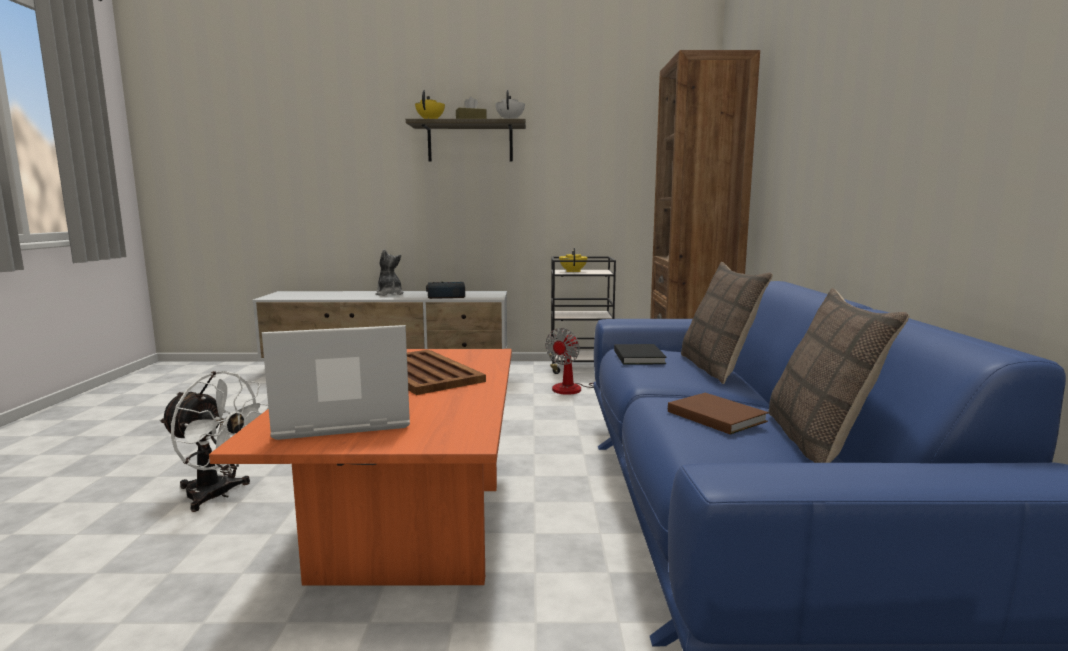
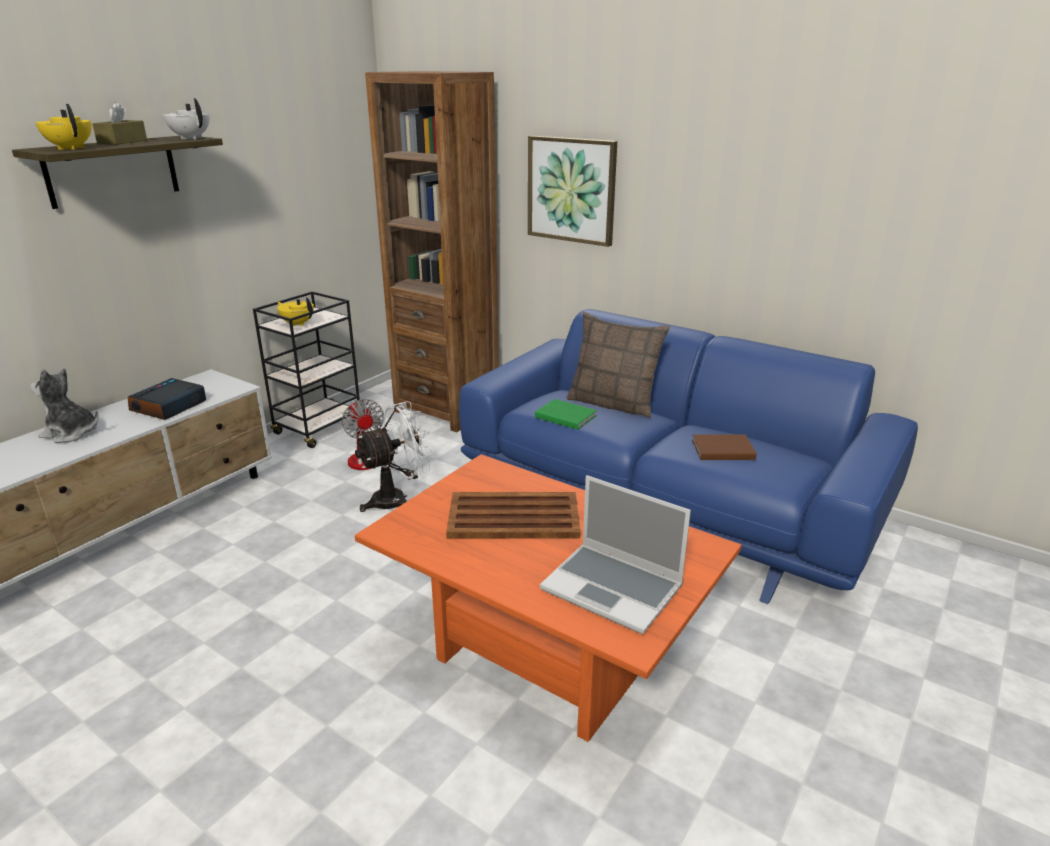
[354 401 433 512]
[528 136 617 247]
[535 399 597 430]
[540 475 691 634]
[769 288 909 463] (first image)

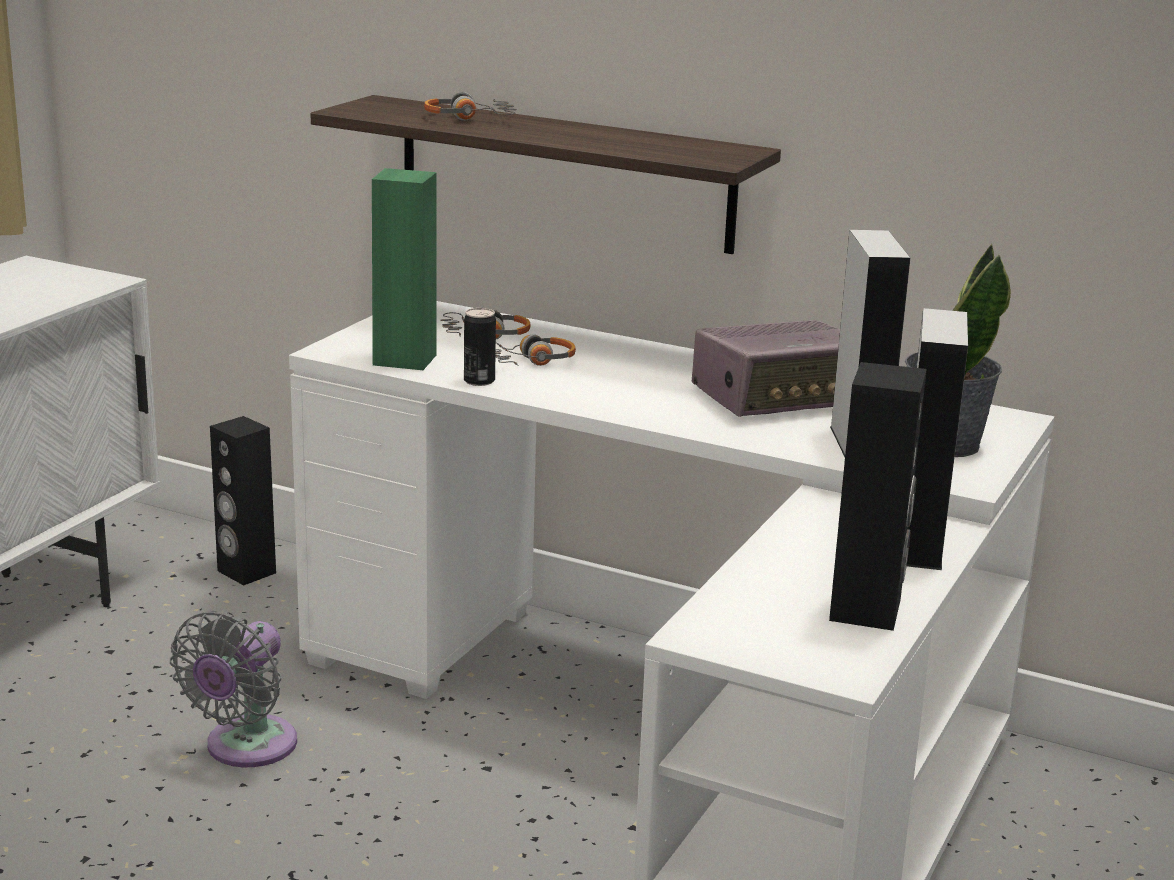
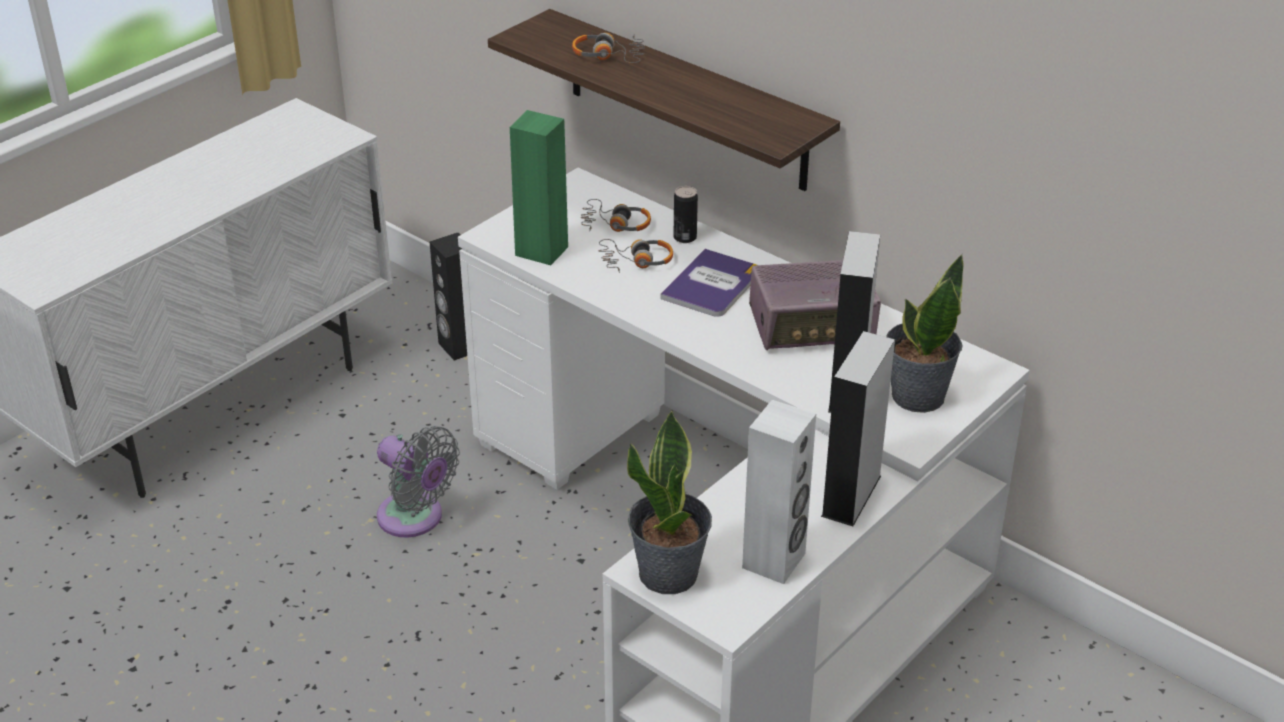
[377 426 460 537]
[627 411 712 594]
[660 249 757 317]
[674 186 698 243]
[742 400 816 584]

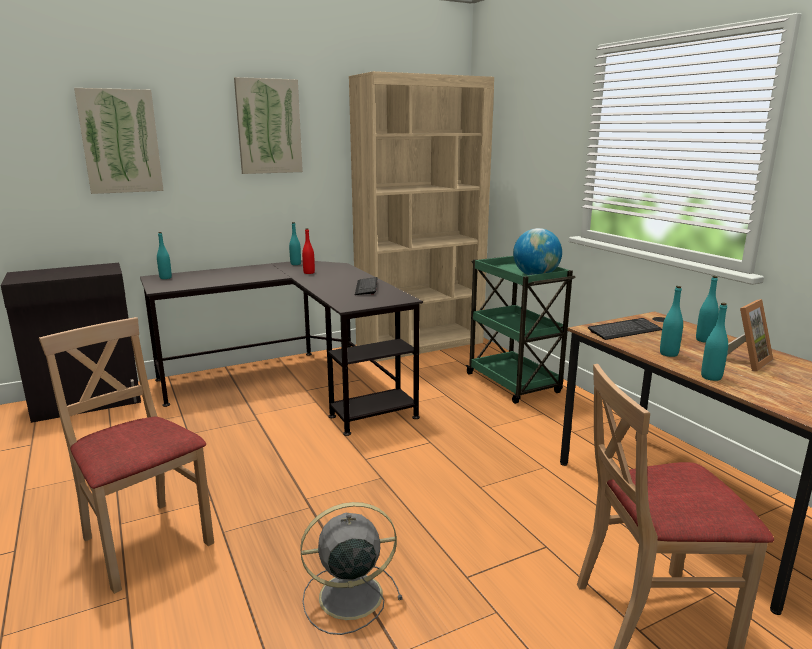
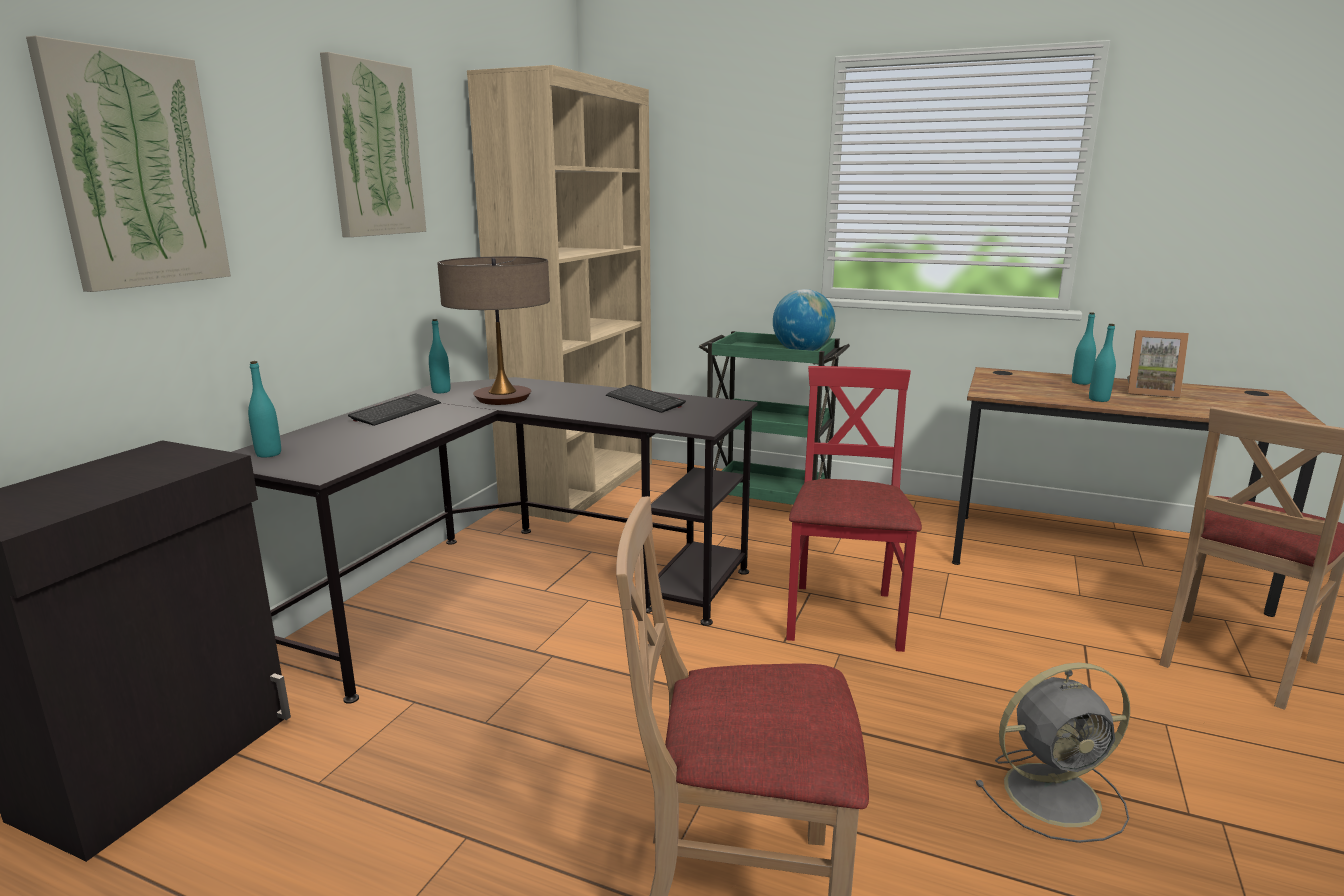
[348 394 441 426]
[437 256 550 405]
[786 366 922 652]
[975 663 1130 843]
[1127 330 1189 398]
[701 303 728 381] (first image)

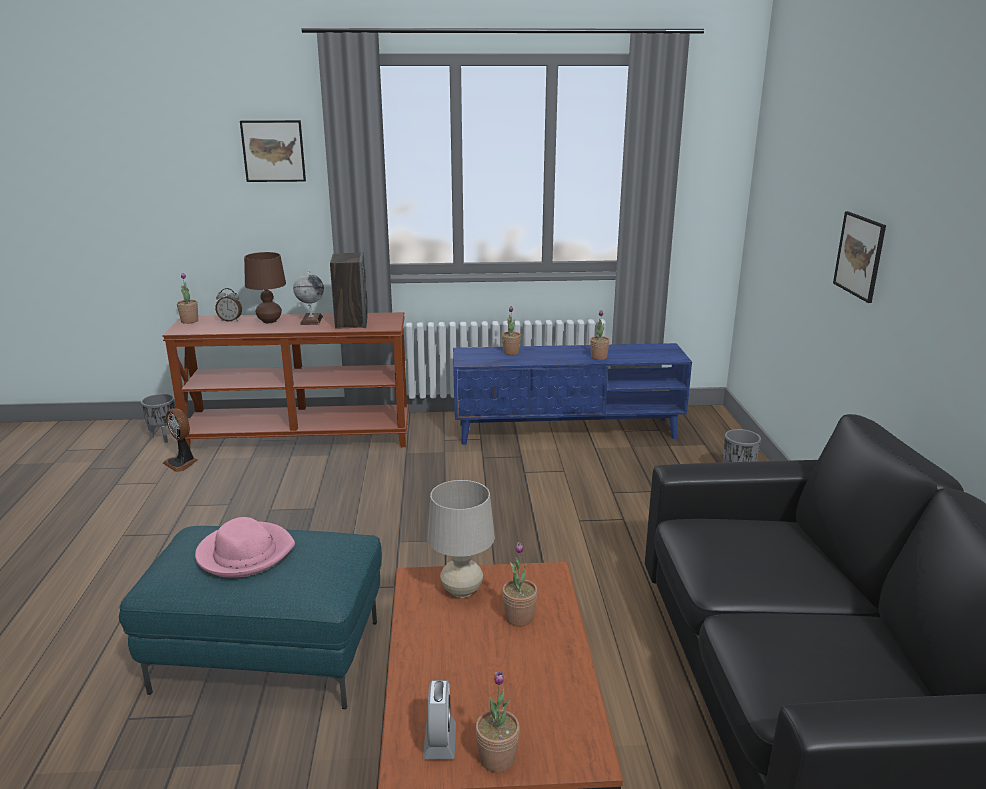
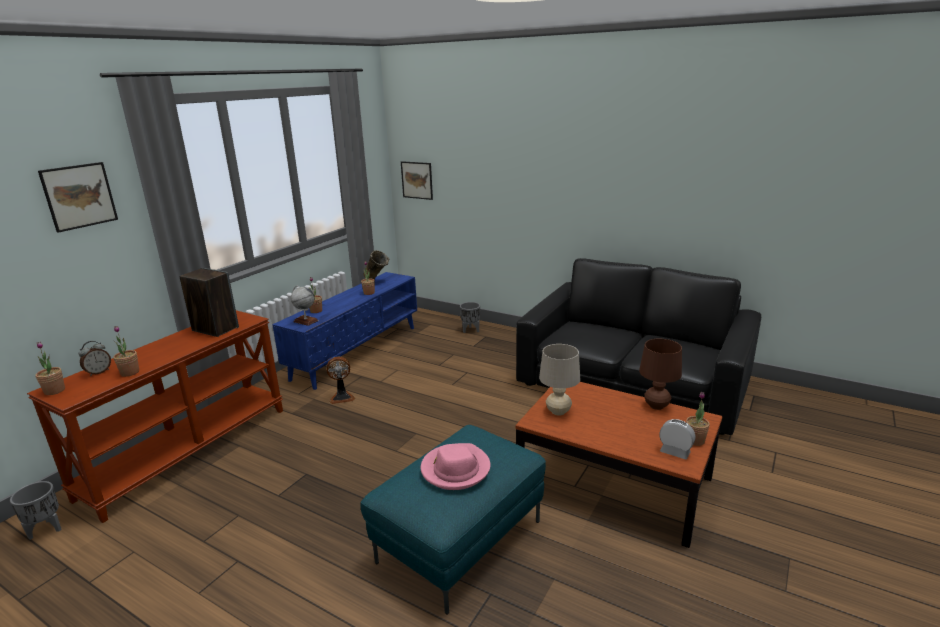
[113 326 139 377]
[291 285 319 326]
[327 357 355 404]
[364 250 390 280]
[401 161 433 200]
[639 339 682 410]

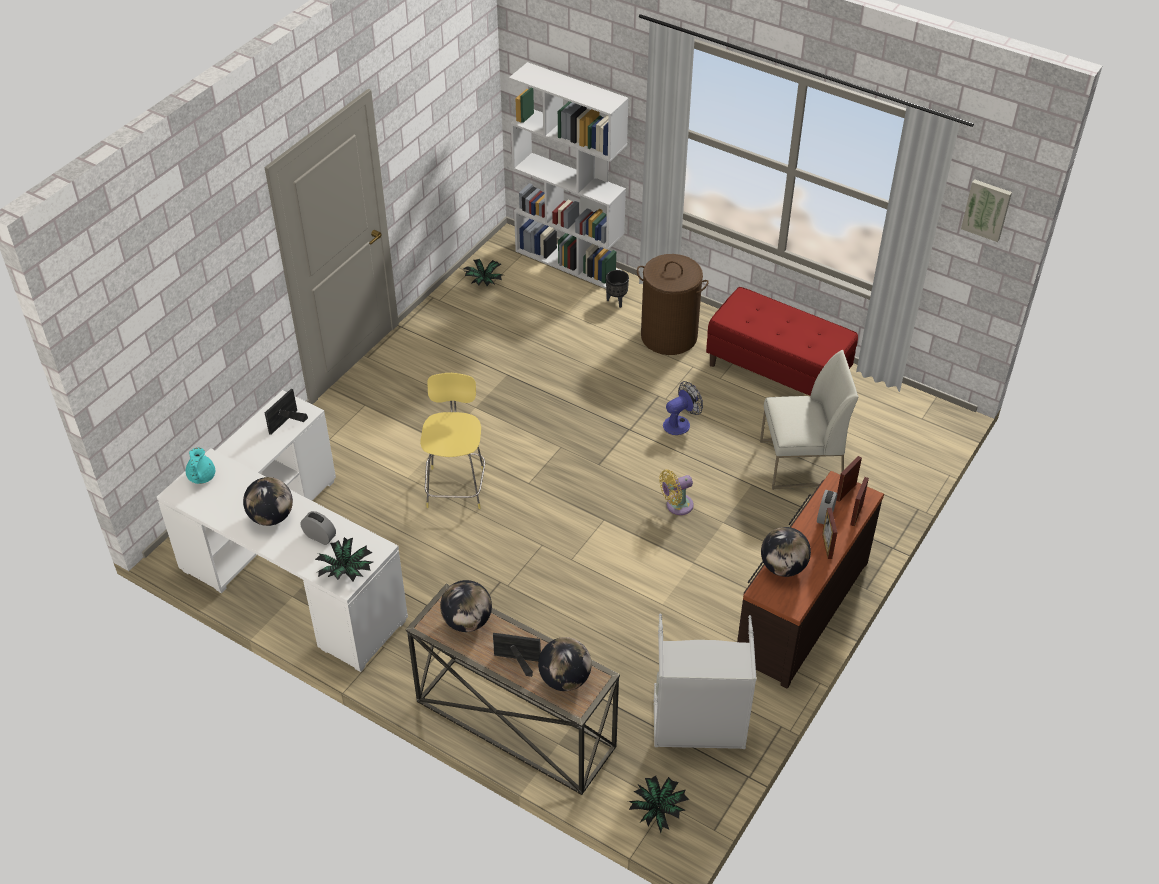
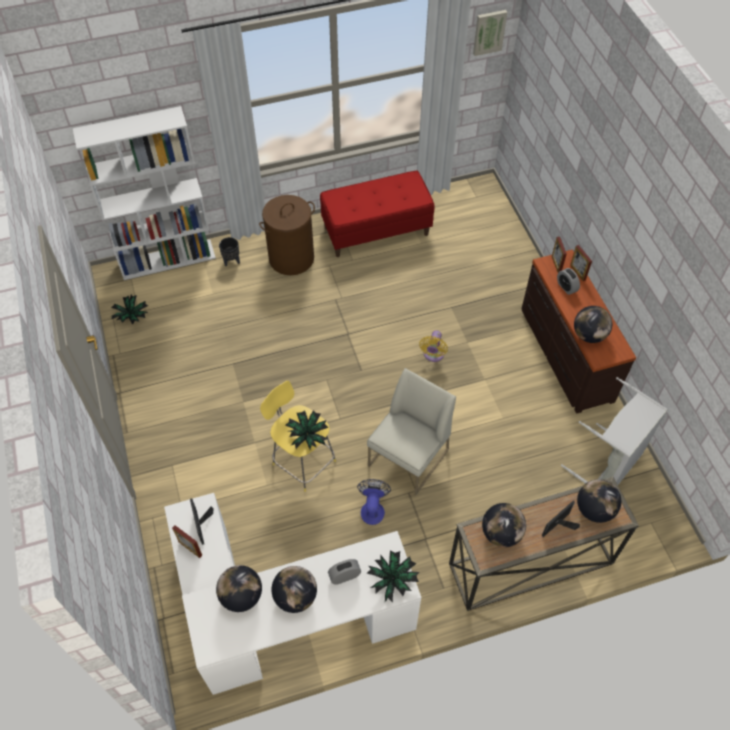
[172 525 202 558]
[216 565 262 612]
[285 411 328 449]
[357 479 391 525]
[367 368 456 495]
[186 447 215 484] (first image)

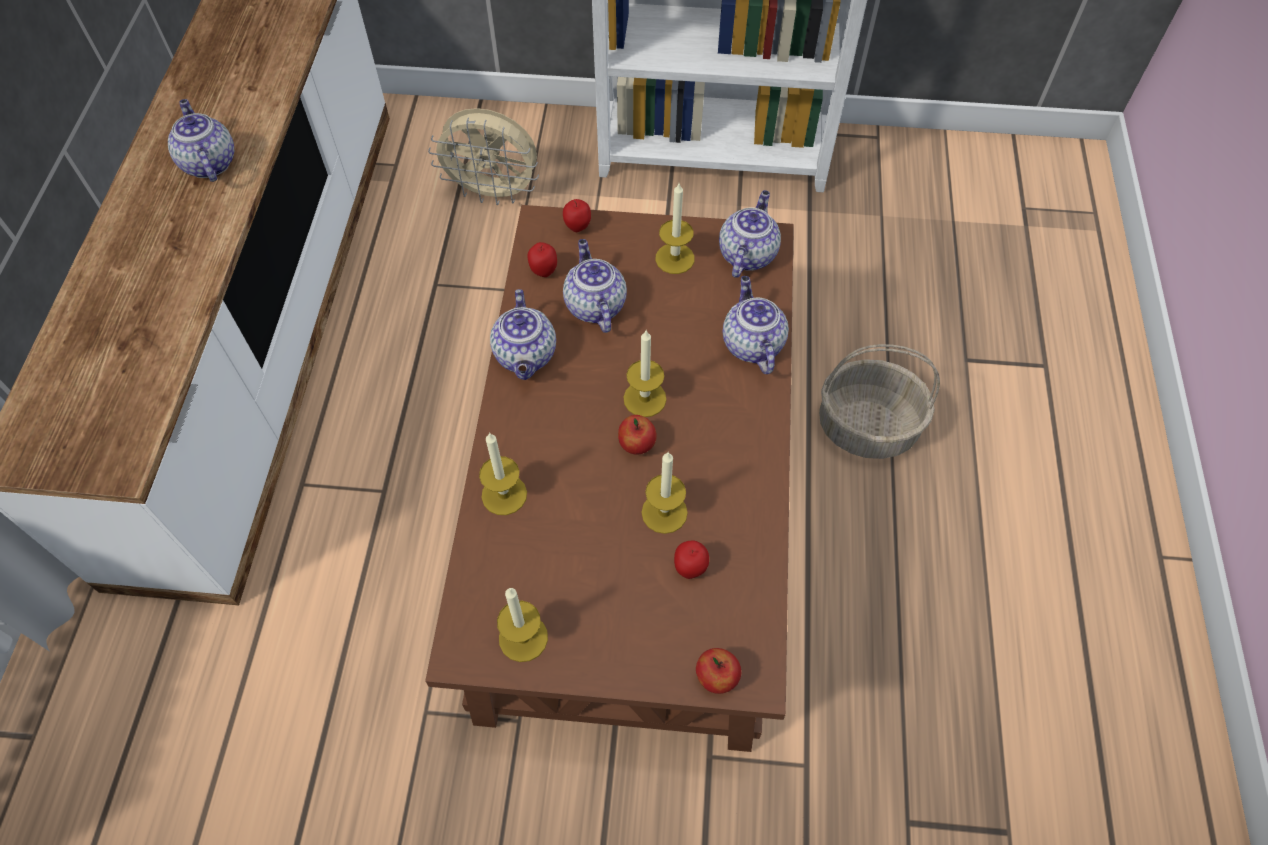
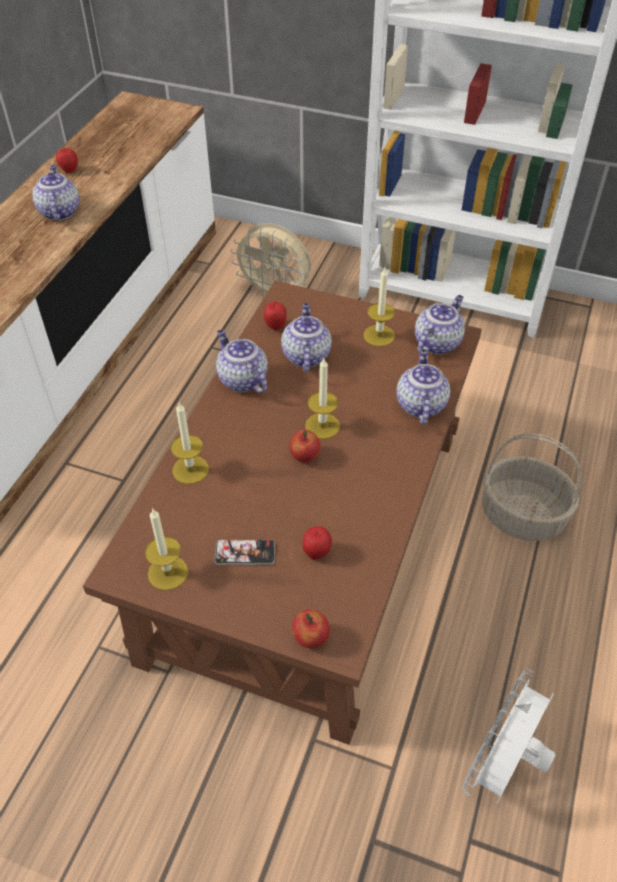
[56 146 78 173]
[215 539 275 565]
[216 330 268 393]
[462 669 555 804]
[641 452 688 534] (first image)

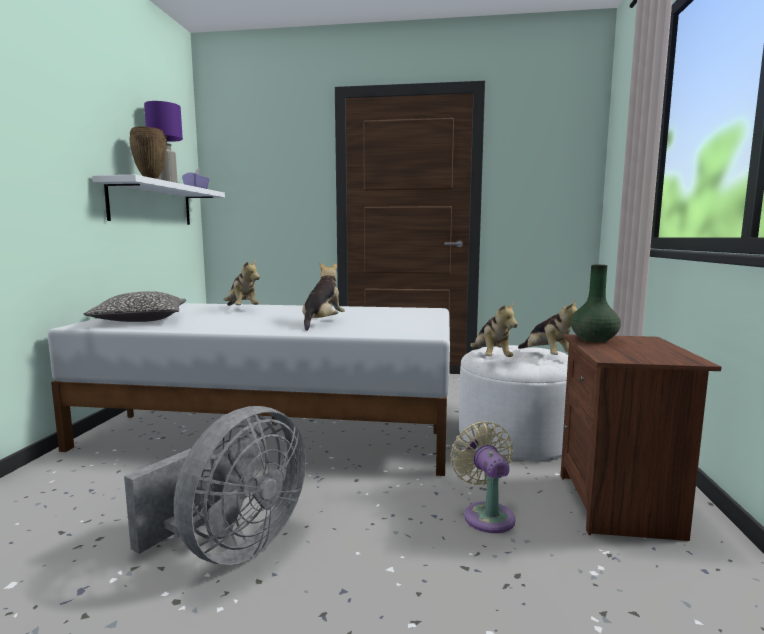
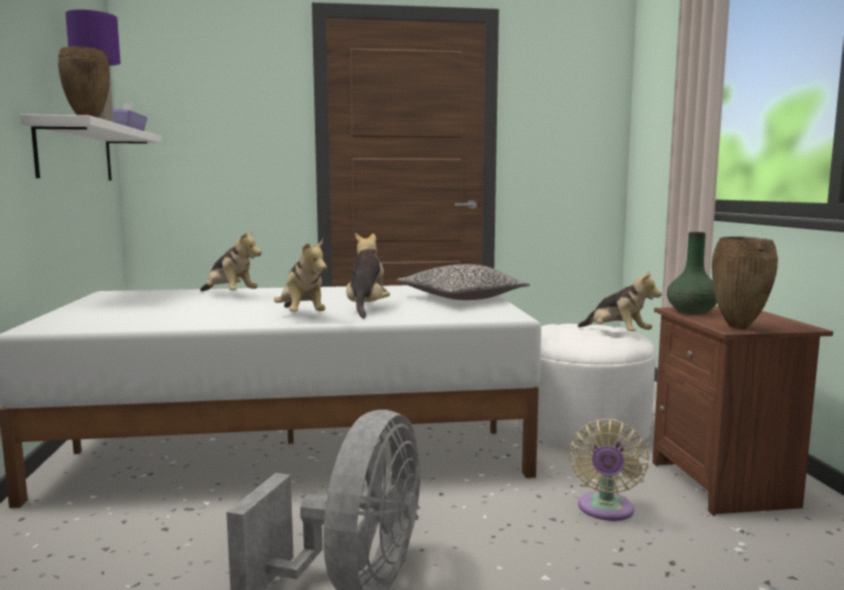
[274 239 327 312]
[397 264 530 300]
[569 419 649 521]
[712 236 778 329]

